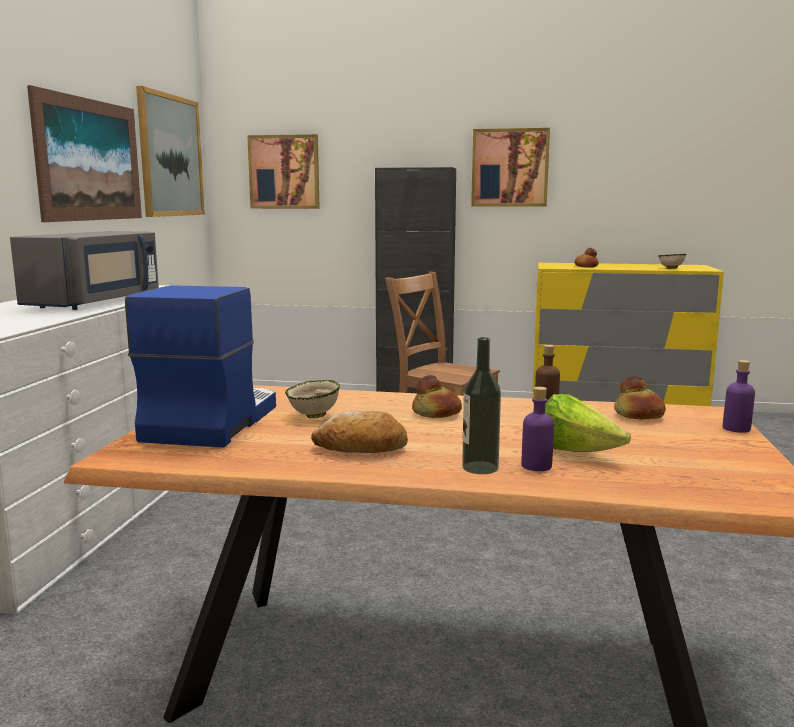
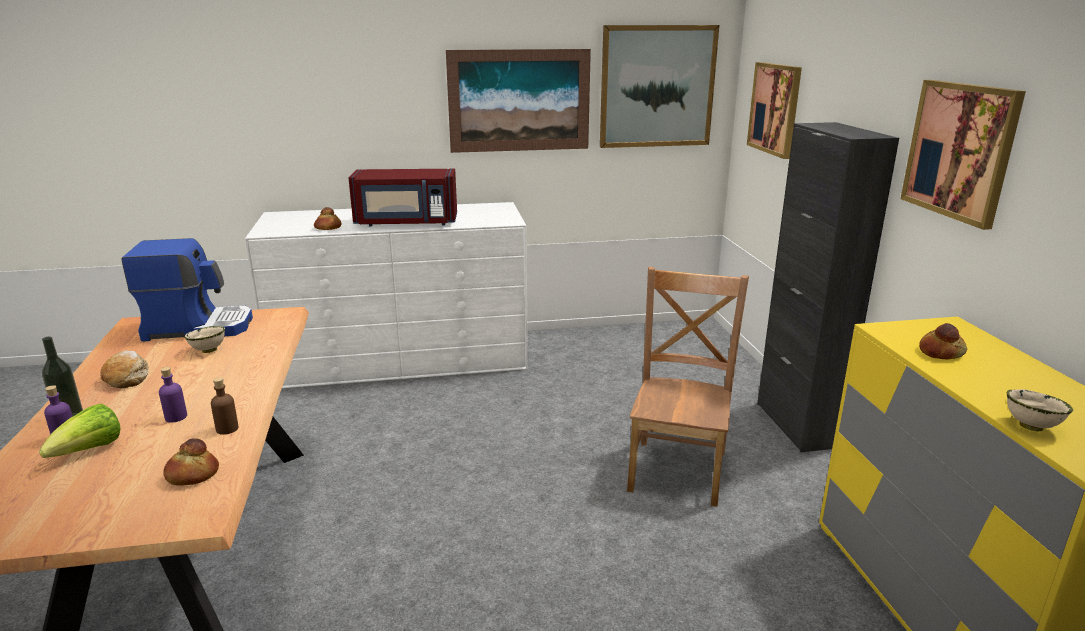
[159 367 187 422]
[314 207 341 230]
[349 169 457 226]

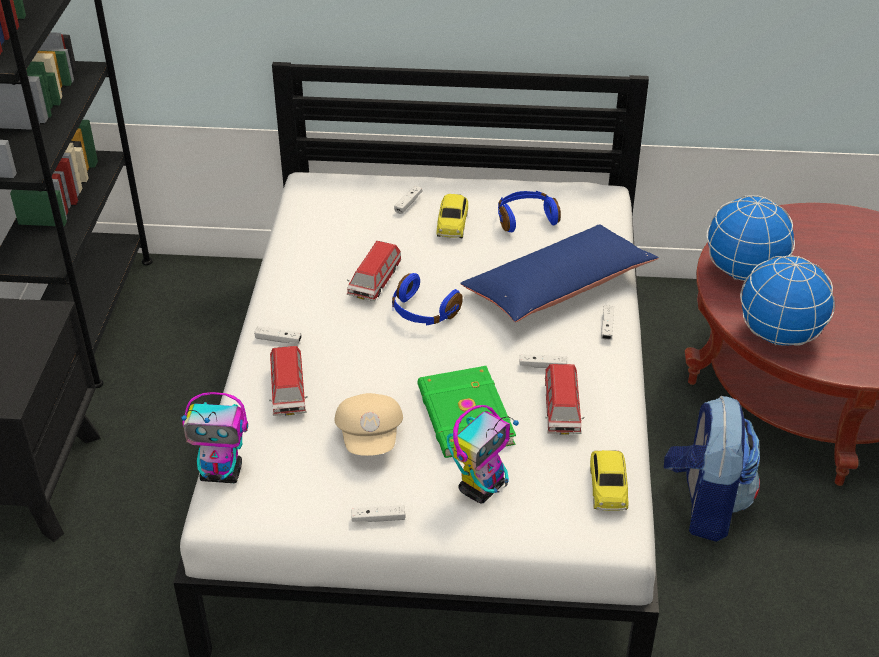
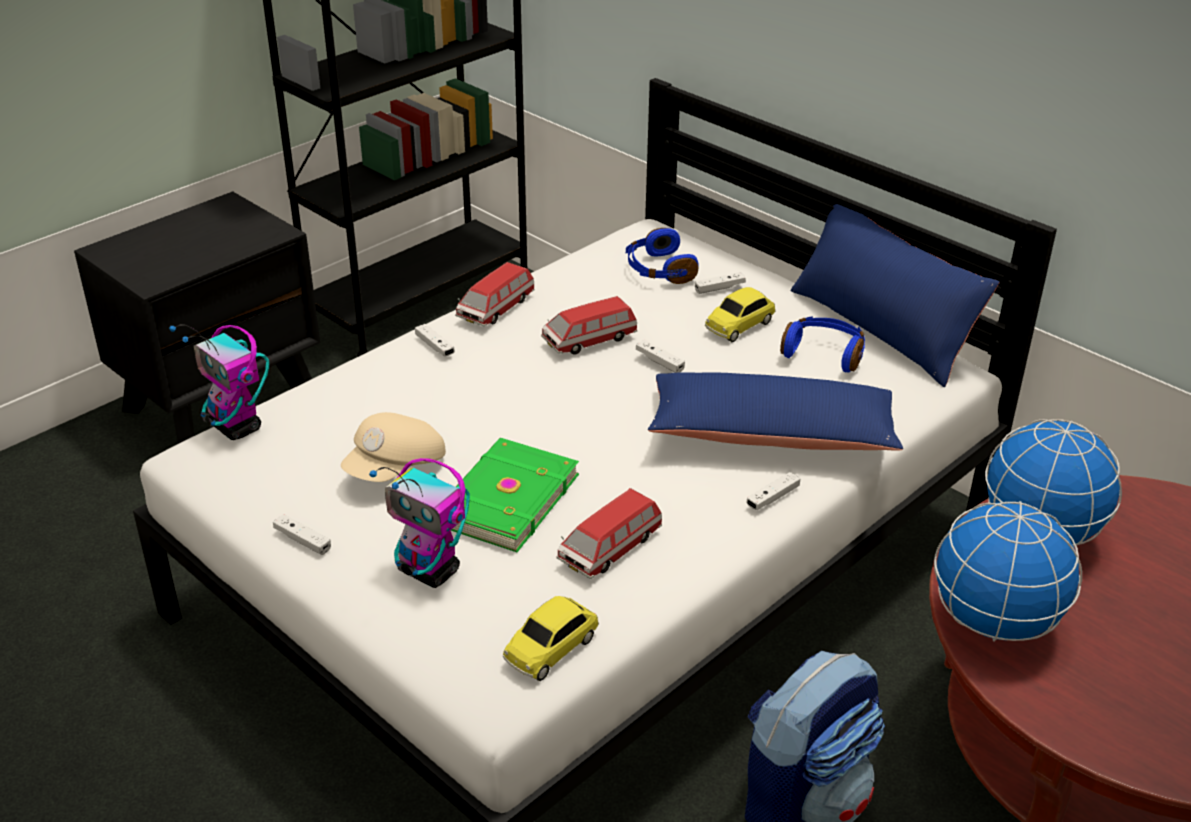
[369 458 470 588]
[455 262 535 326]
[626 228 699 284]
[636 340 685 373]
[791 204 1000 387]

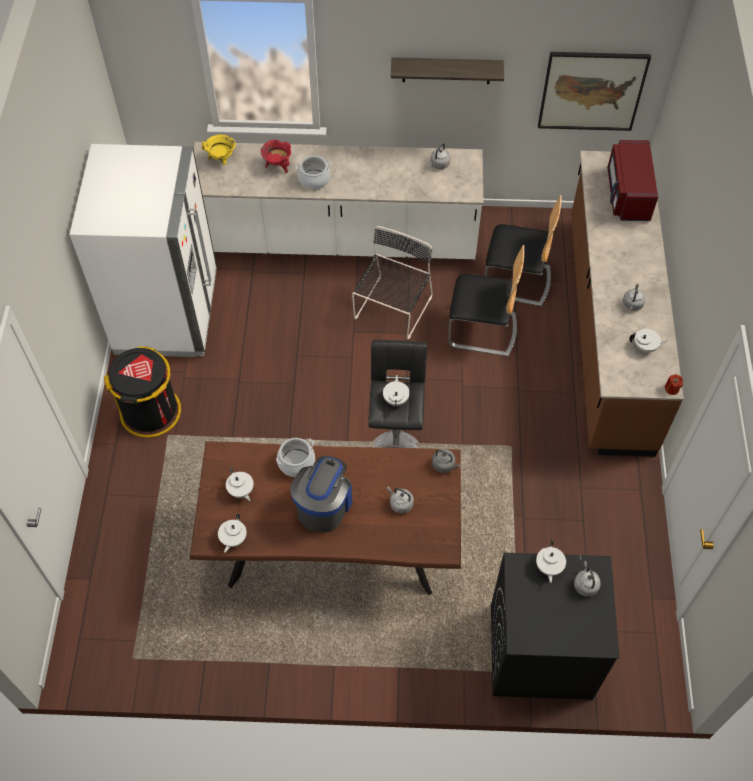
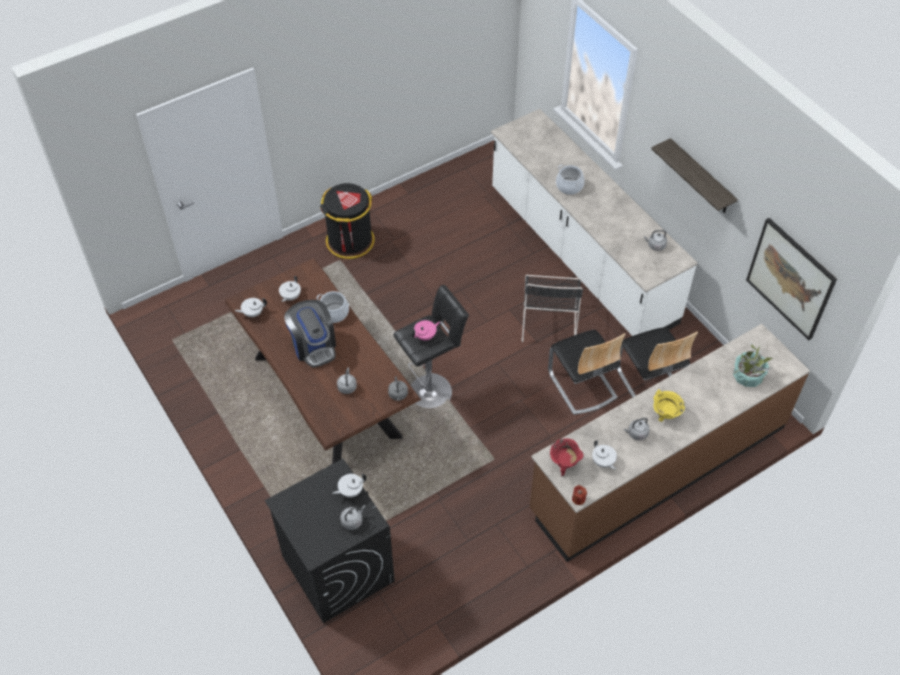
[284 300 336 368]
[411 320 440 341]
[521 275 583 342]
[550 438 583 477]
[654 389 685 422]
[733 342 773 387]
[70 144 217 357] (first image)

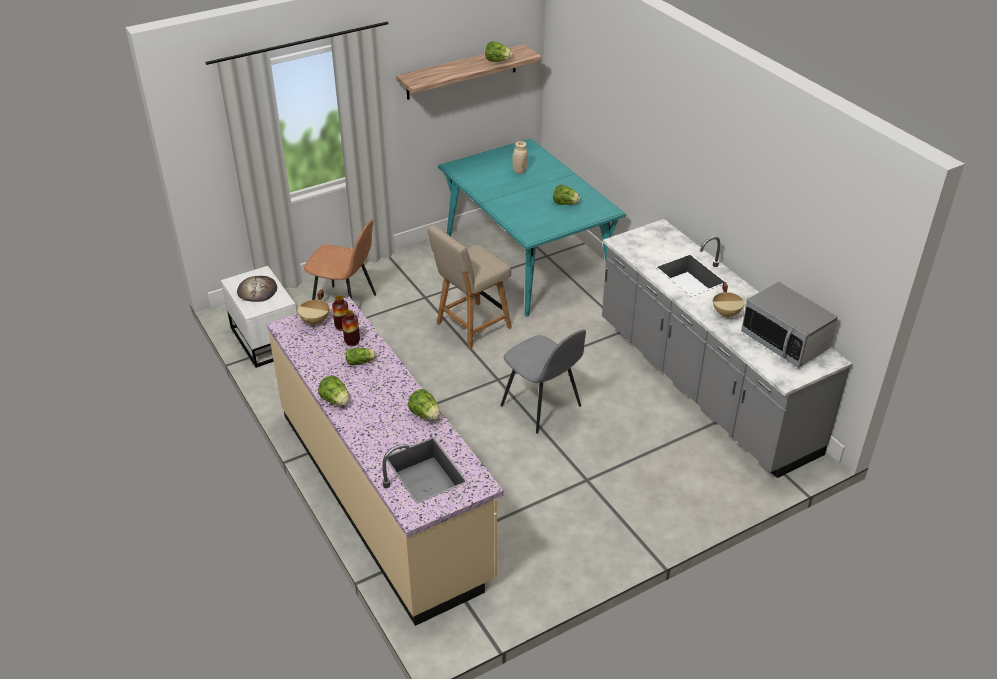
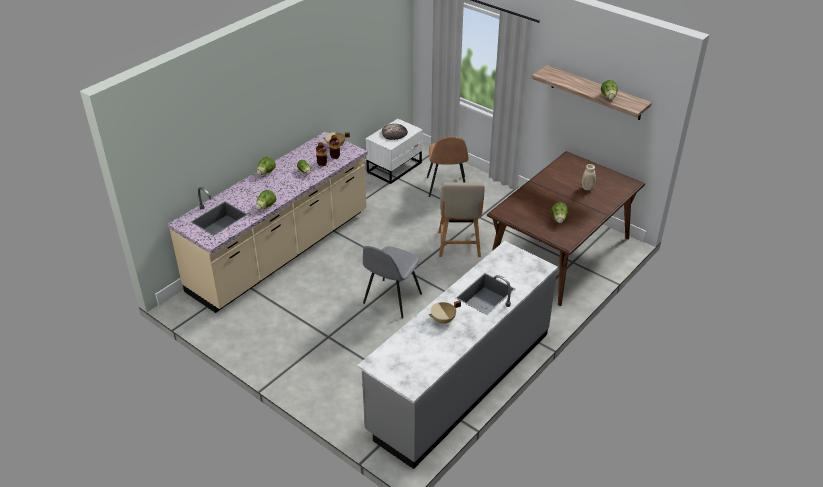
[439 182 485 257]
[487 151 645 306]
[741 282 838 368] (first image)

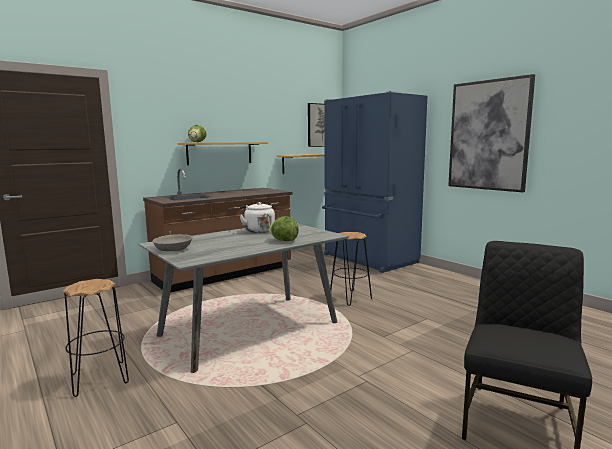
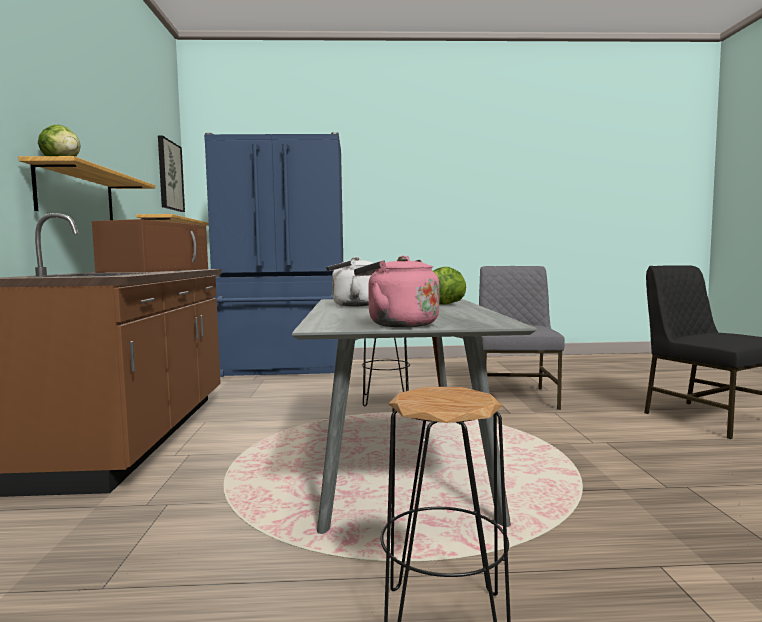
[92 219 208 273]
[354 256 439 327]
[479 266 565 410]
[448 74 535 192] (first image)

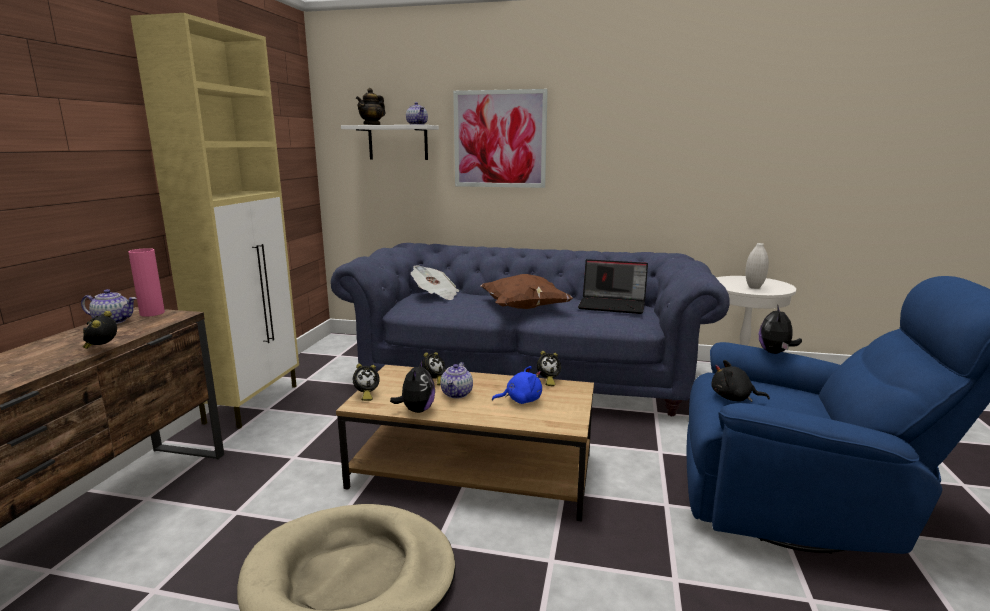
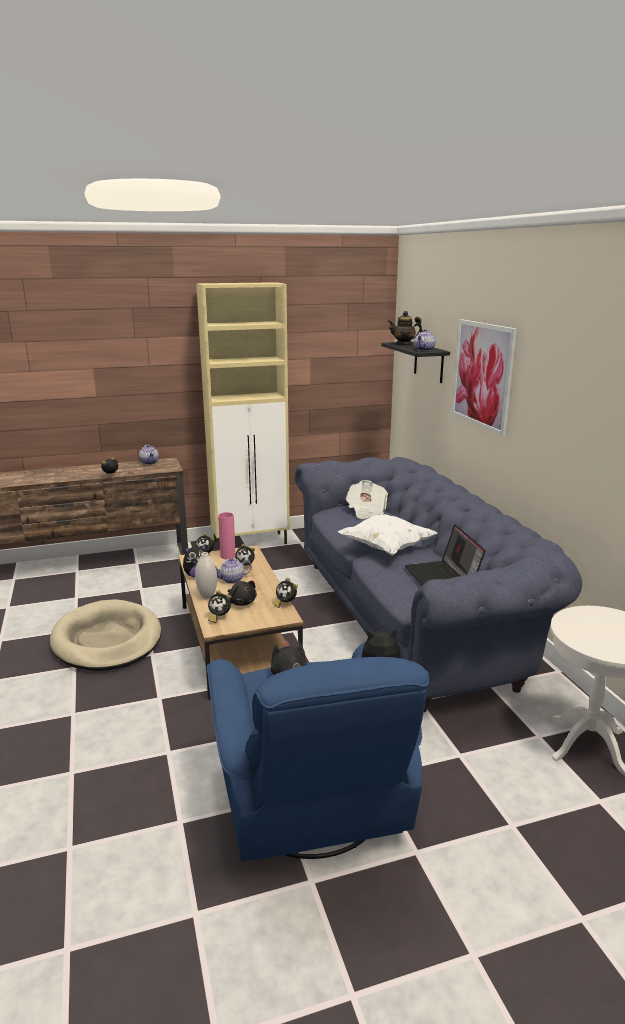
[195 552 217 599]
[208 590 231 623]
[218 512 236 560]
[228 581 257 606]
[338 514 437 555]
[381 341 450 383]

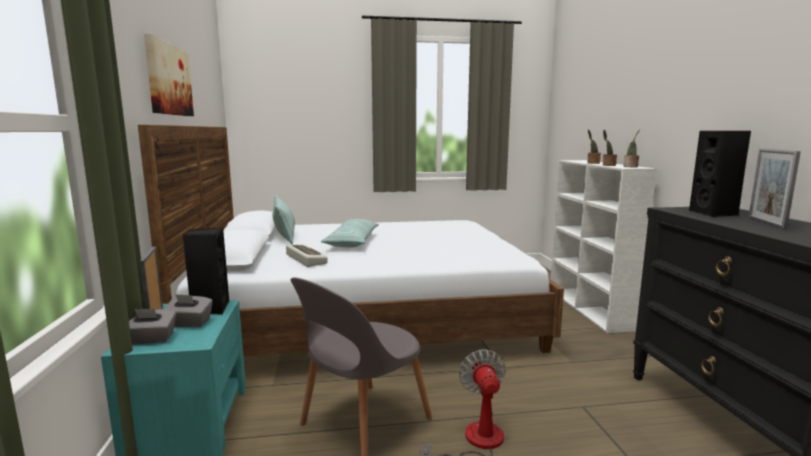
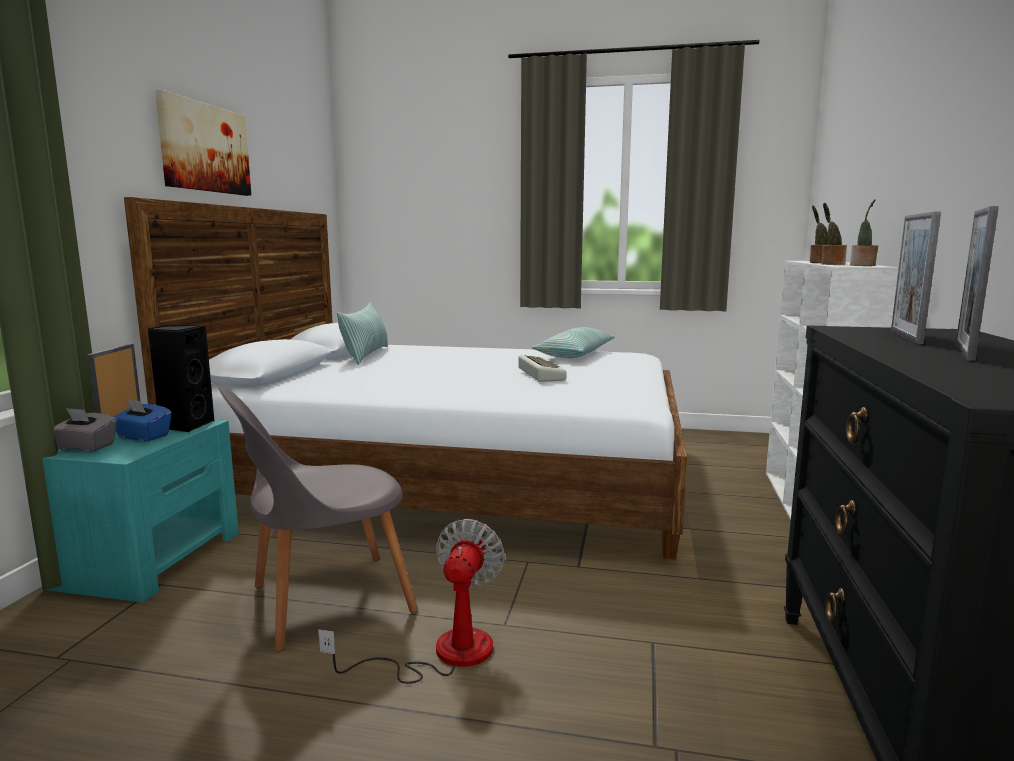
[114 399 172 442]
[518 355 567 382]
[532 327 615 358]
[891 211 941 344]

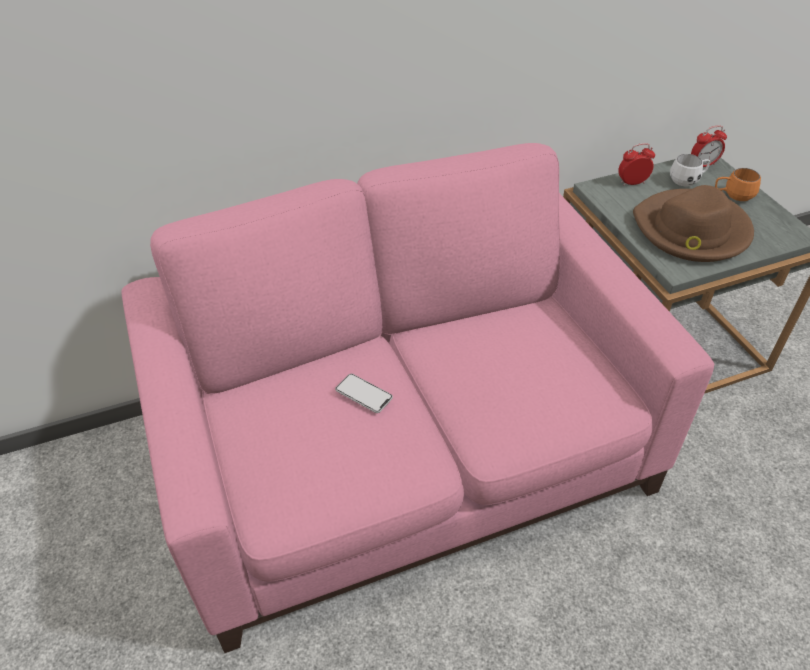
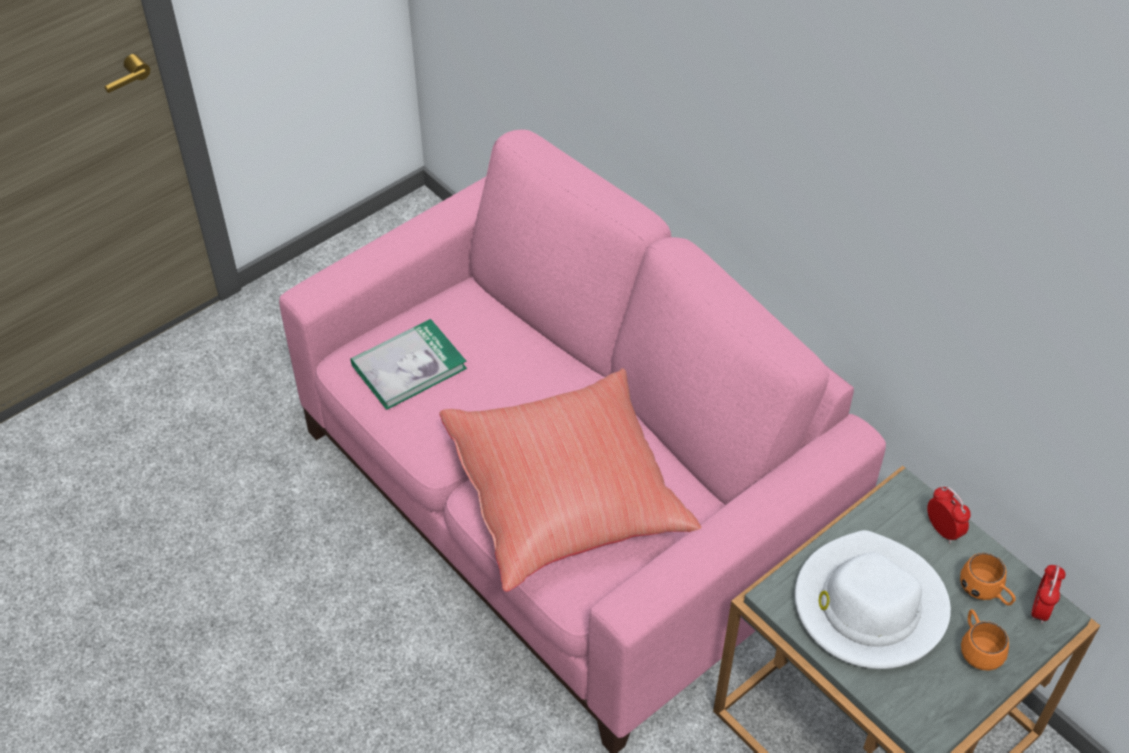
[351 319 467 410]
[439 368 702 592]
[795 530 951 669]
[960 553 1016 606]
[1031 564 1065 623]
[335 374 393 413] (first image)

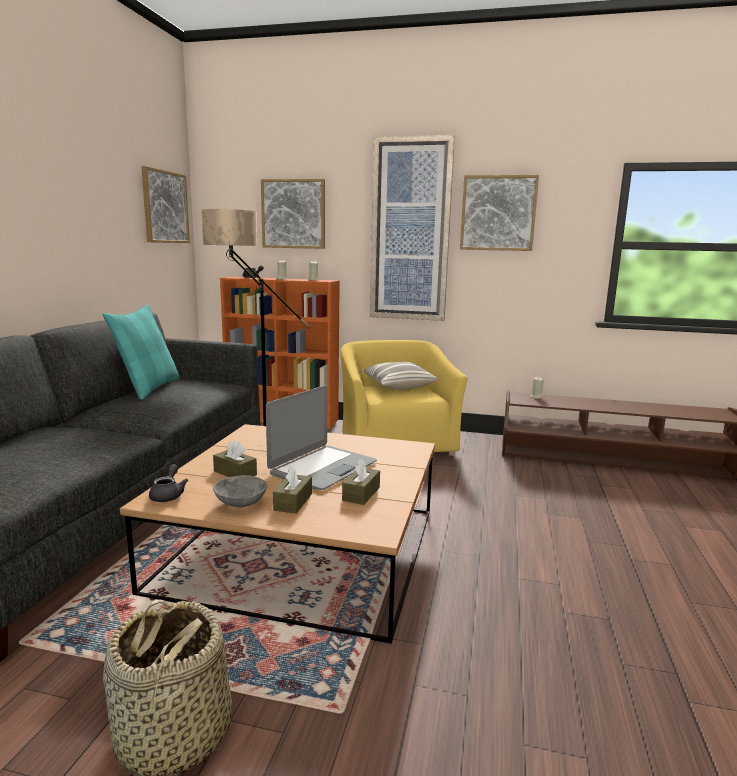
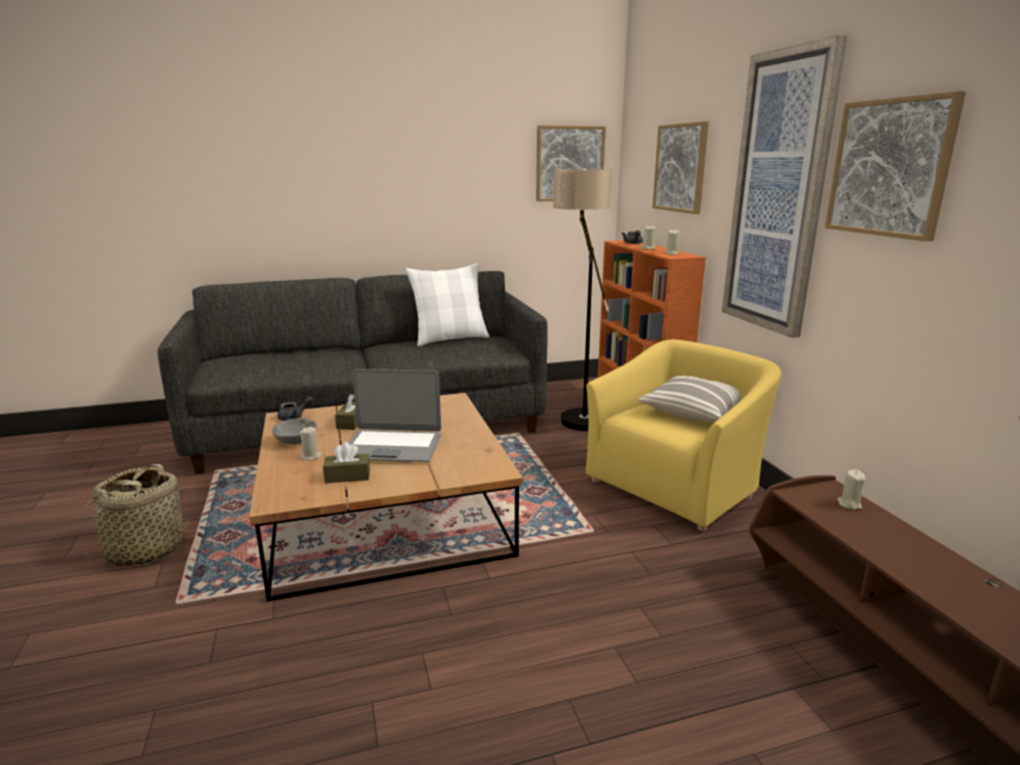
[299 427 322 460]
[405 263 489 346]

